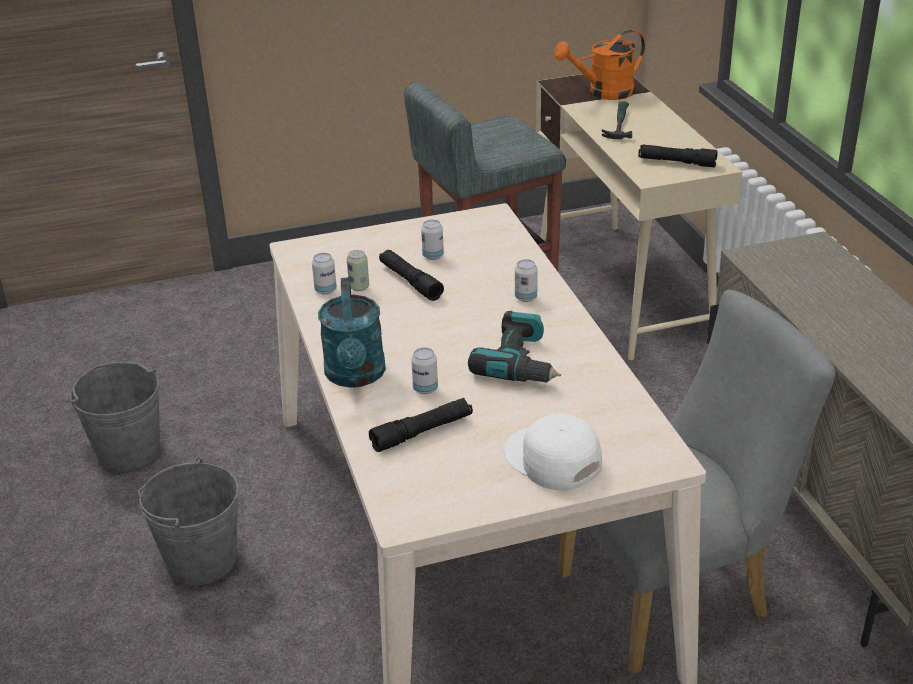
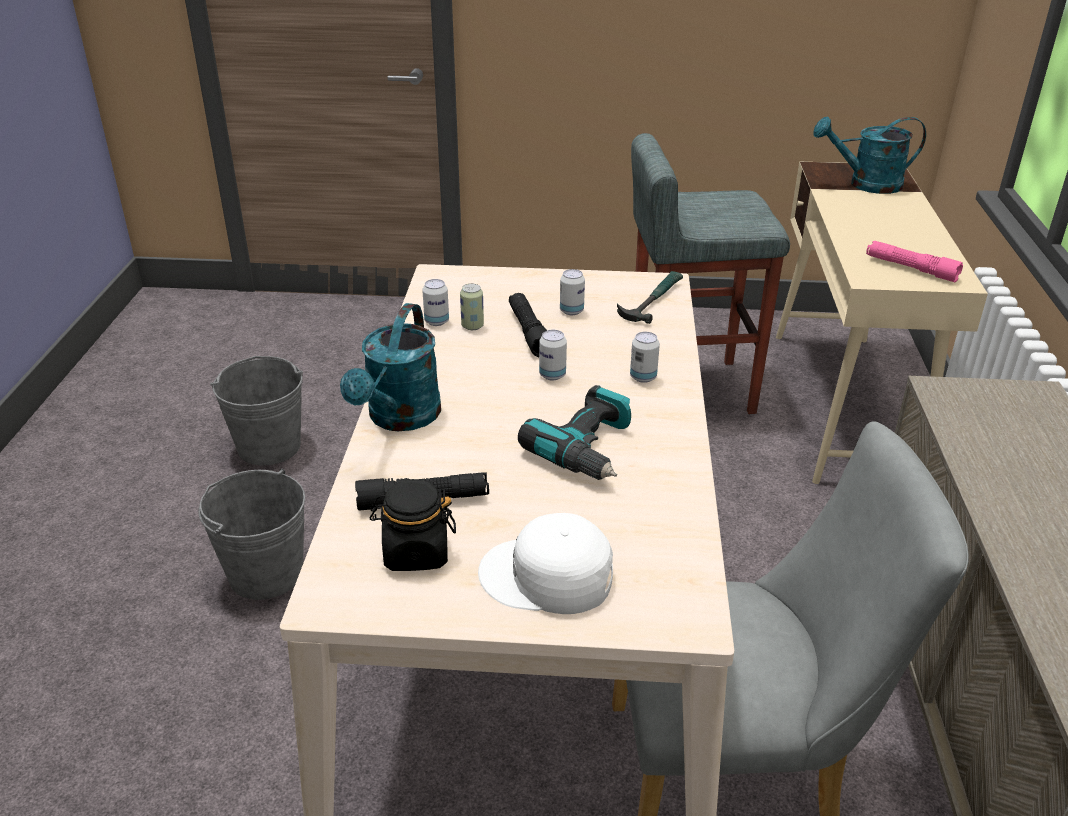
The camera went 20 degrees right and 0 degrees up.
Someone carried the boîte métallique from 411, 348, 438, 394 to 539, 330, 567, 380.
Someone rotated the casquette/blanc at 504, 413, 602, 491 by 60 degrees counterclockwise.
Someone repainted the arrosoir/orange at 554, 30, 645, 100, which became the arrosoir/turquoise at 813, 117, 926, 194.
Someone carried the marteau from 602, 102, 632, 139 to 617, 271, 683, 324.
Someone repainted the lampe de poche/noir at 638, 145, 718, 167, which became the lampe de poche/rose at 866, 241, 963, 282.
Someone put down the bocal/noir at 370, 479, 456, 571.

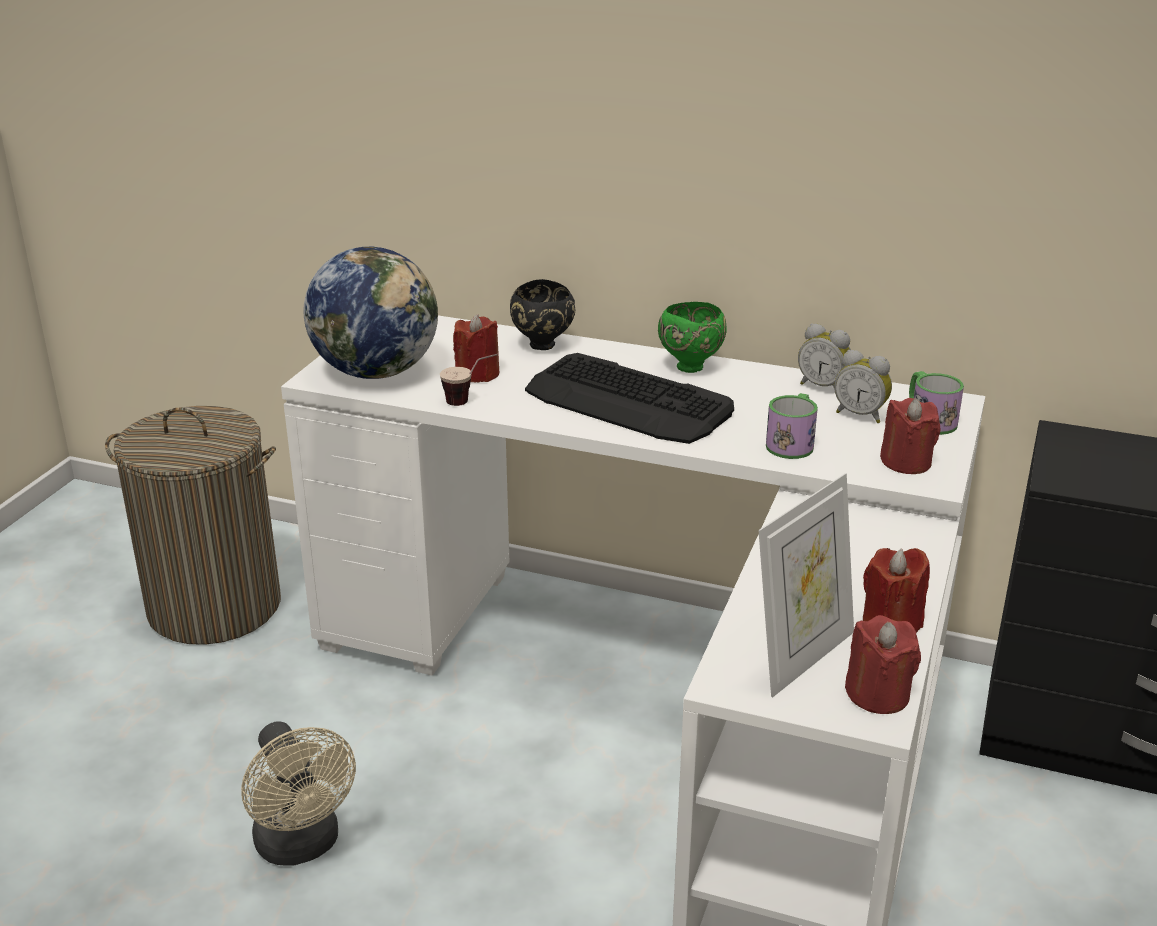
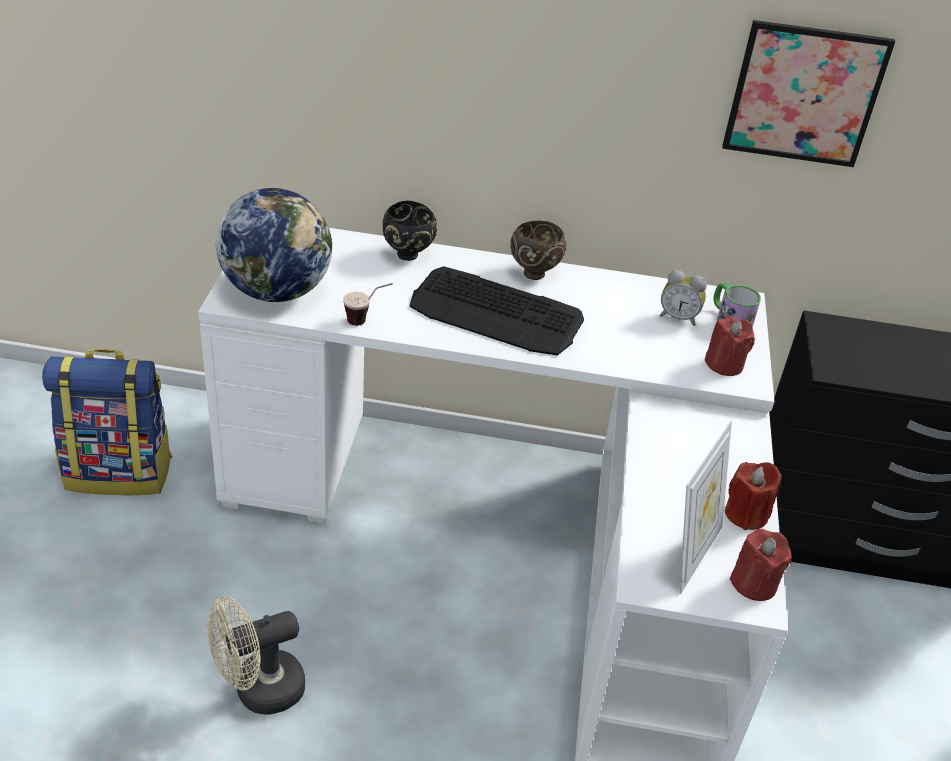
The camera went 15 degrees left and 10 degrees up.
Someone swapped the panier à linge at 105, 406, 281, 645 for the sac à dos at 42, 349, 172, 495.
Someone rotated the ventilateur/beige at 241, 721, 356, 865 by 105 degrees clockwise.
Someone took away the bougie/rouge at 453, 314, 499, 383.
Someone repainted the bol/vert at 658, 302, 727, 373, which became the bol/marron at 510, 221, 566, 280.
Someone took away the mug at 766, 393, 818, 459.
Someone took away the réveil at 798, 323, 851, 387.
Someone put up the tableau at 722, 20, 895, 167.

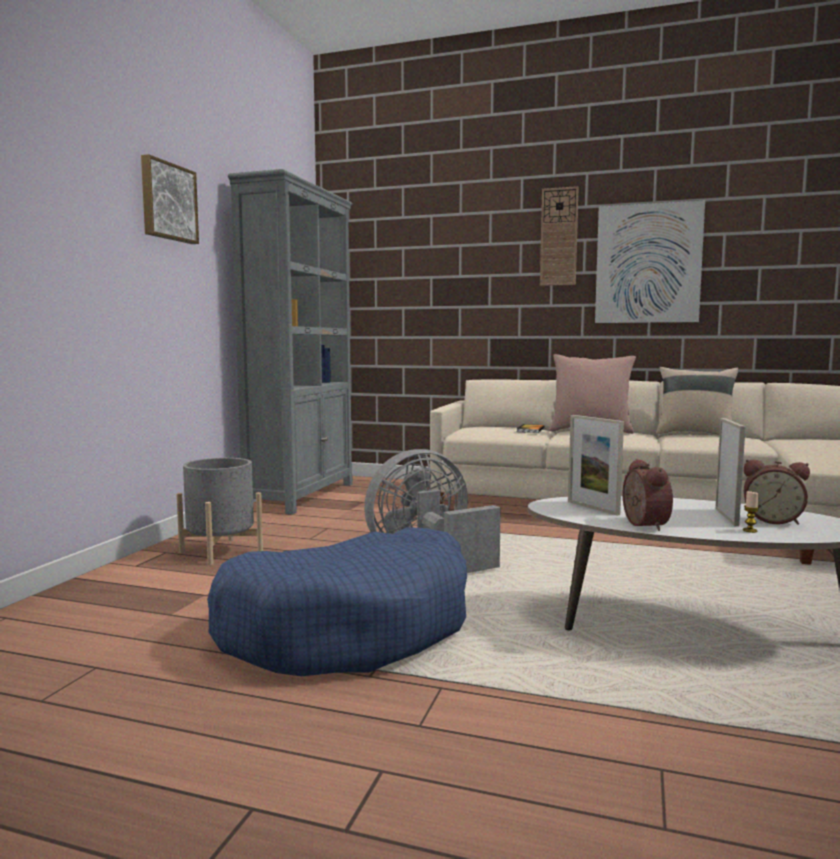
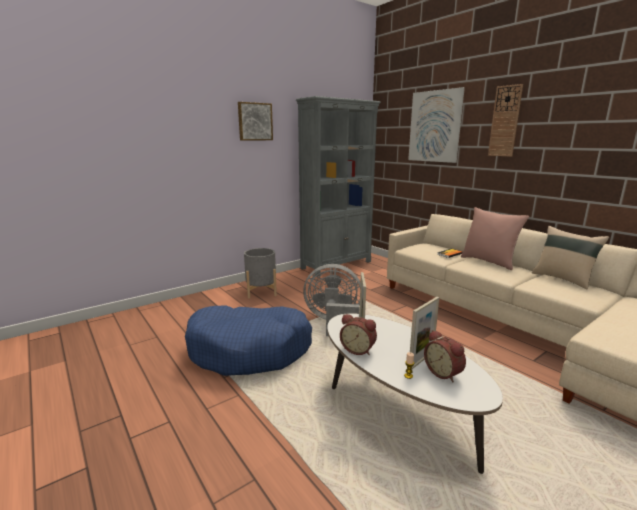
The camera went 35 degrees right and 10 degrees up.
Someone carried the tableau from 595, 201, 705, 323 to 408, 87, 465, 163.
Someone rotated the réveil at 622, 459, 673, 531 by 90 degrees clockwise.

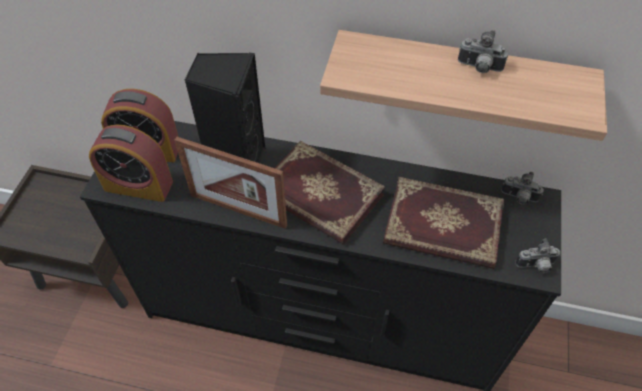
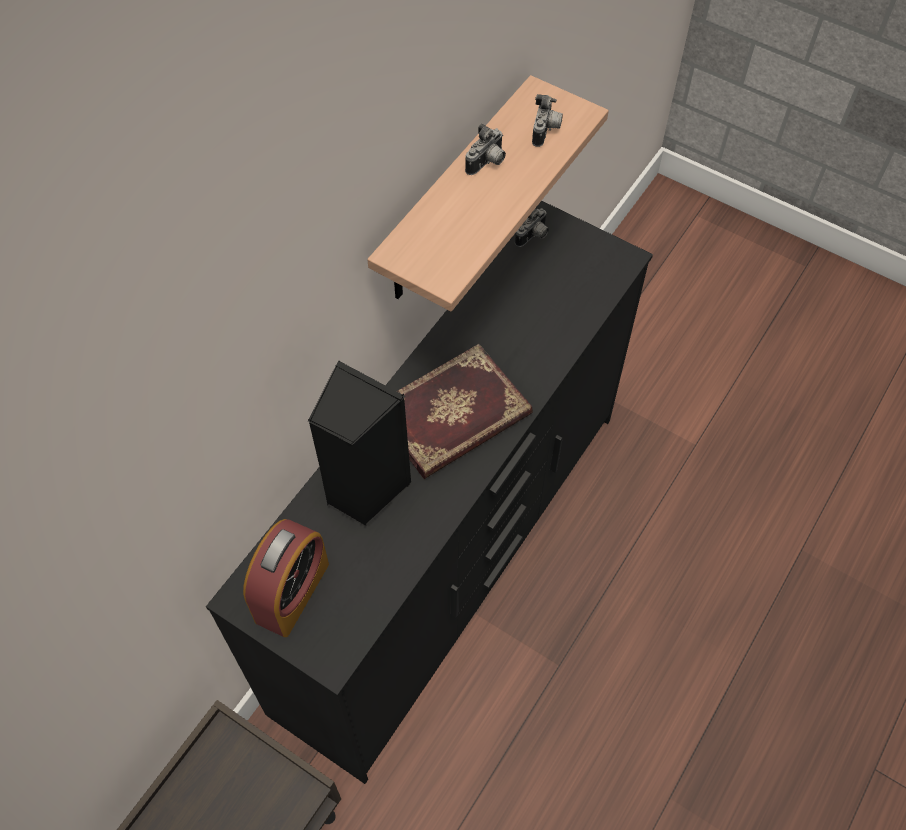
The camera went 70 degrees left and 5 degrees up.
Someone took away the réveil at 89, 124, 173, 202.
Someone took away the cadre photo at 174, 137, 287, 229.
Someone took away the livre at 383, 177, 504, 269.
Someone carried the appareil photo from 515, 239, 560, 273 to 532, 94, 563, 147.

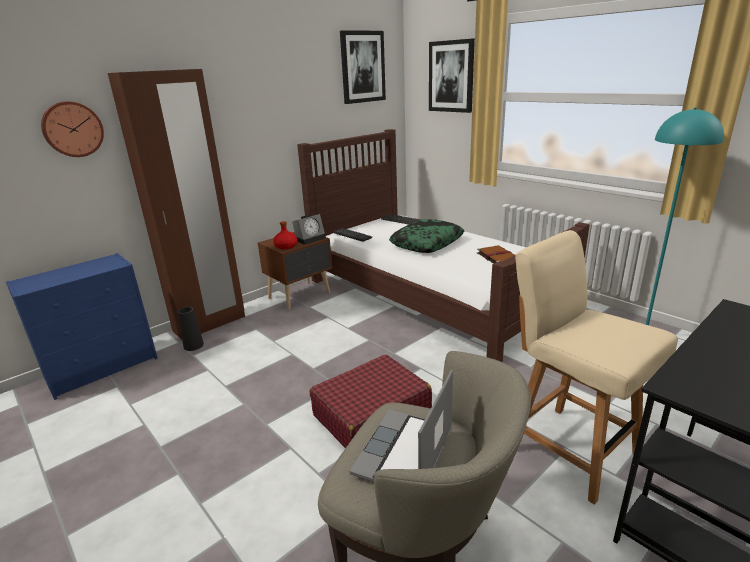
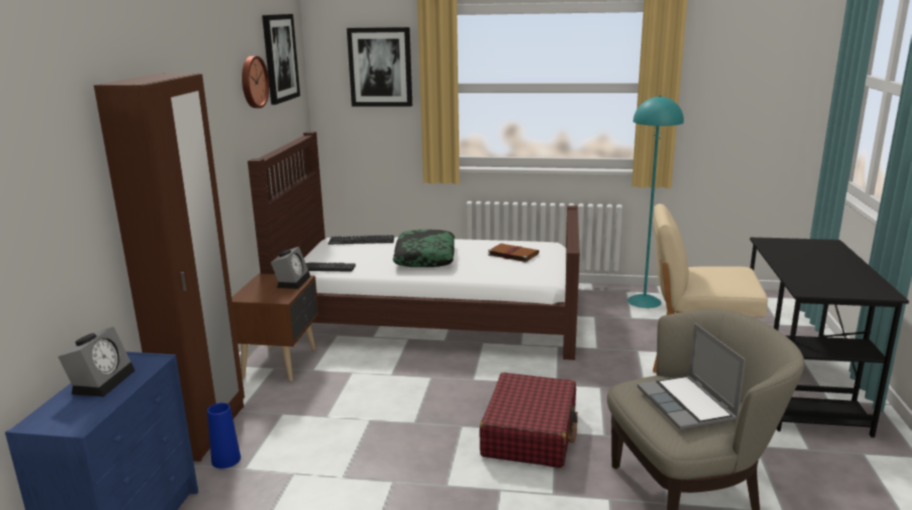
The camera went 40 degrees left and 5 degrees down.
Someone carried the horloge murale from 41, 101, 104, 157 to 242, 56, 269, 108.
Someone repainted the vase/noir at 177, 307, 204, 351, which became the vase/bleu at 207, 403, 241, 469.
Someone took away the bouteille/rouge at 273, 221, 298, 249.
Someone put down the réveil at 58, 327, 135, 397.

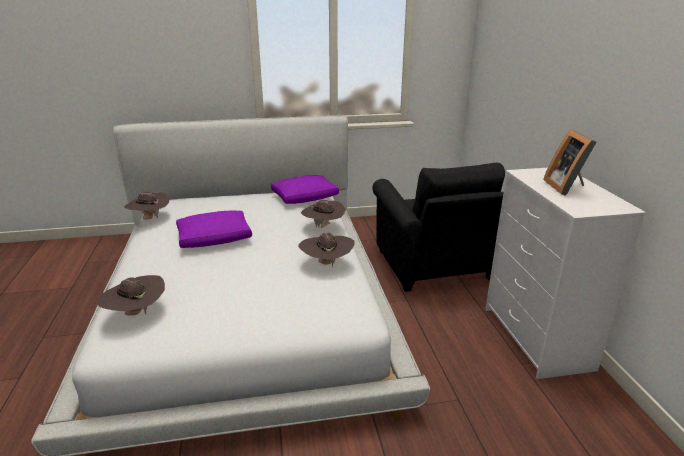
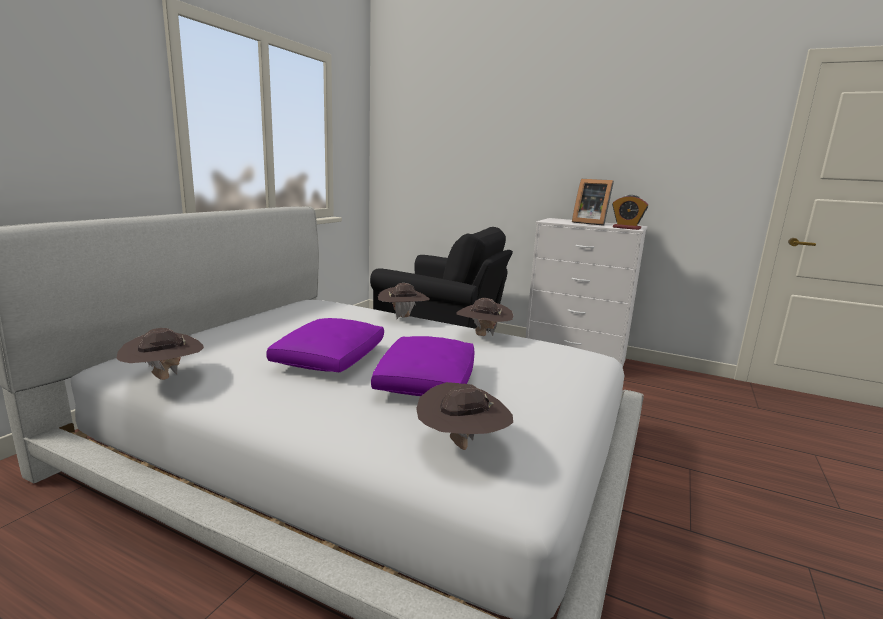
The camera went 55 degrees left and 10 degrees down.
Someone carried the coussin/violet from 271, 175, 339, 204 to 371, 336, 474, 396.
Someone put down the réveil at 612, 195, 648, 230.

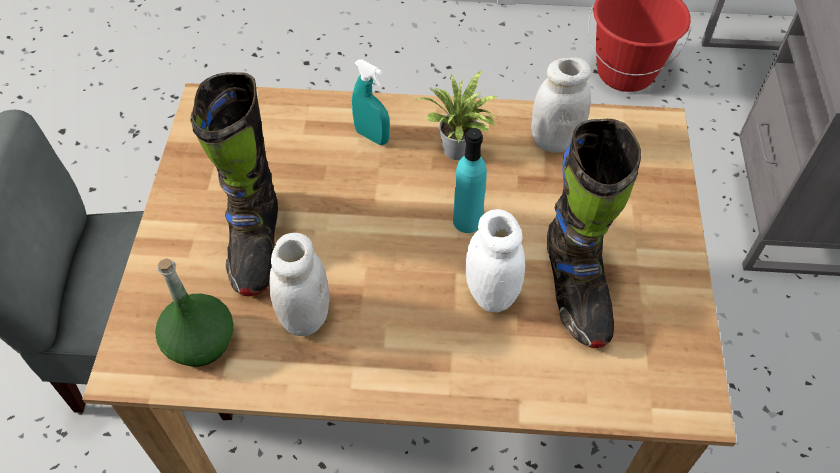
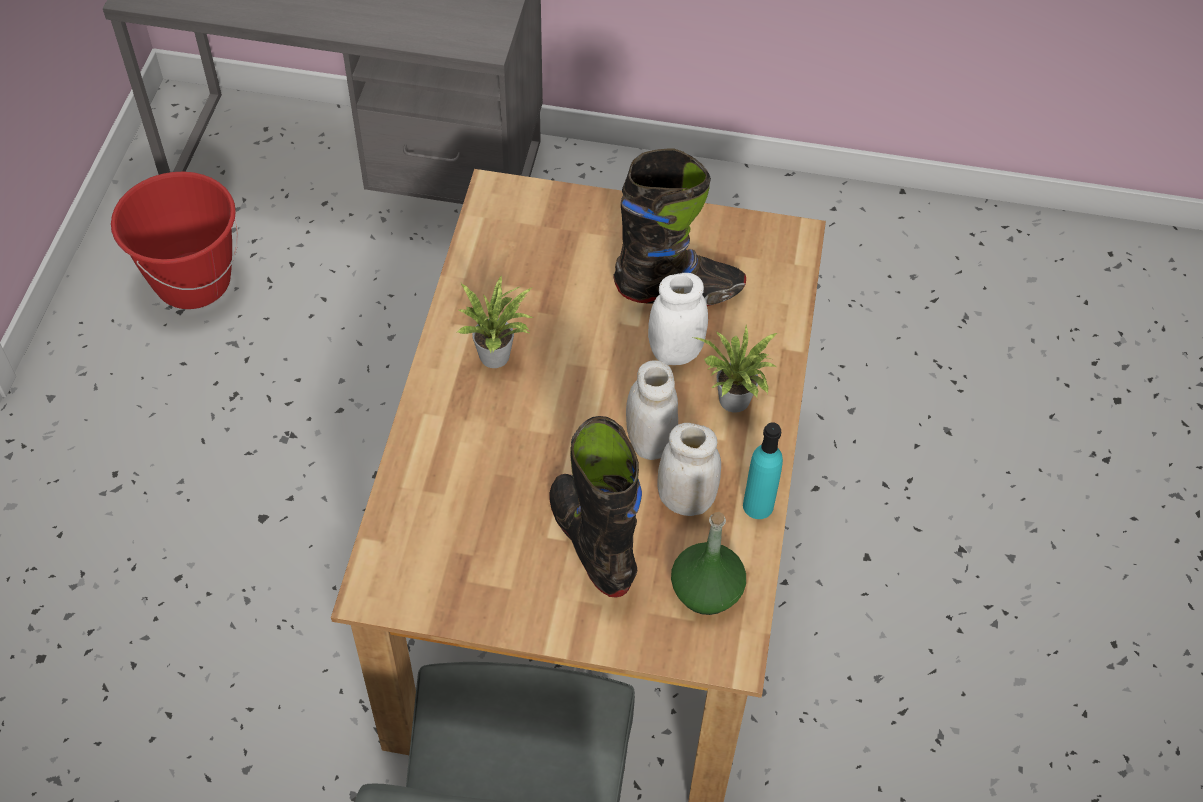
The camera went 85 degrees left and 0 degrees up.
Someone rotated the botte/noir at 190, 72, 278, 296 by 120 degrees counterclockwise.
Someone took away the vaporisateur/turquoise at 352, 59, 390, 145.
Someone carried the bouteille/turquoise from 453, 128, 487, 233 to 743, 422, 783, 519.
Someone carried the bocal/blanc from 531, 57, 591, 153 to 626, 360, 678, 460.
Someone put down the plante en pot at 693, 325, 777, 413.

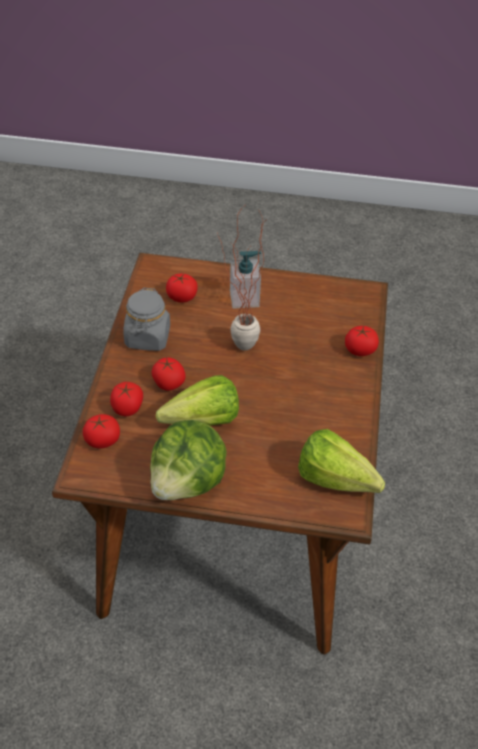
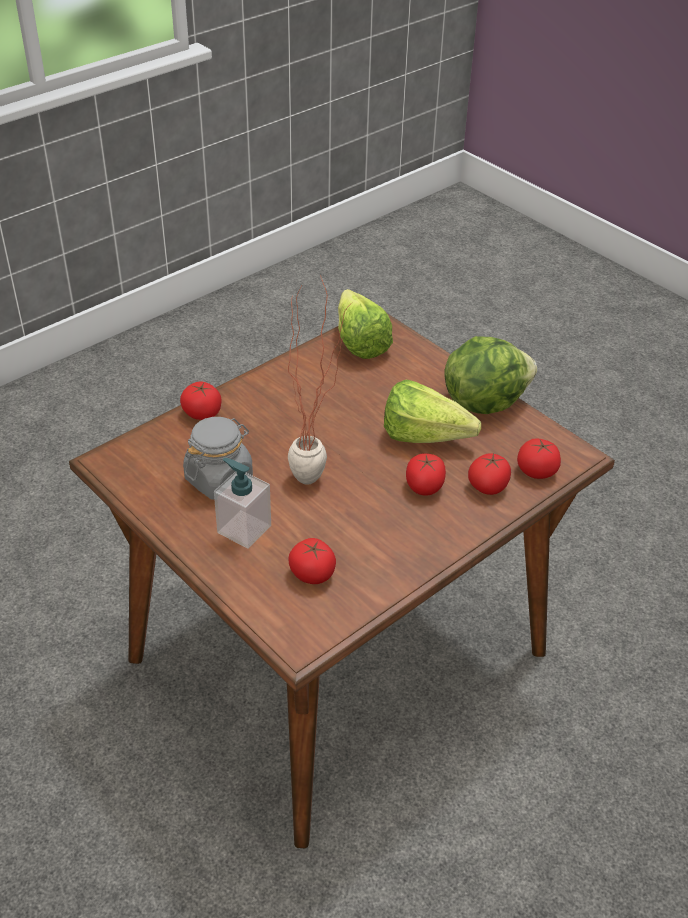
The camera went 140 degrees left and 5 degrees down.
Someone carried the bocal/gris from 123, 288, 170, 351 to 183, 417, 253, 500.

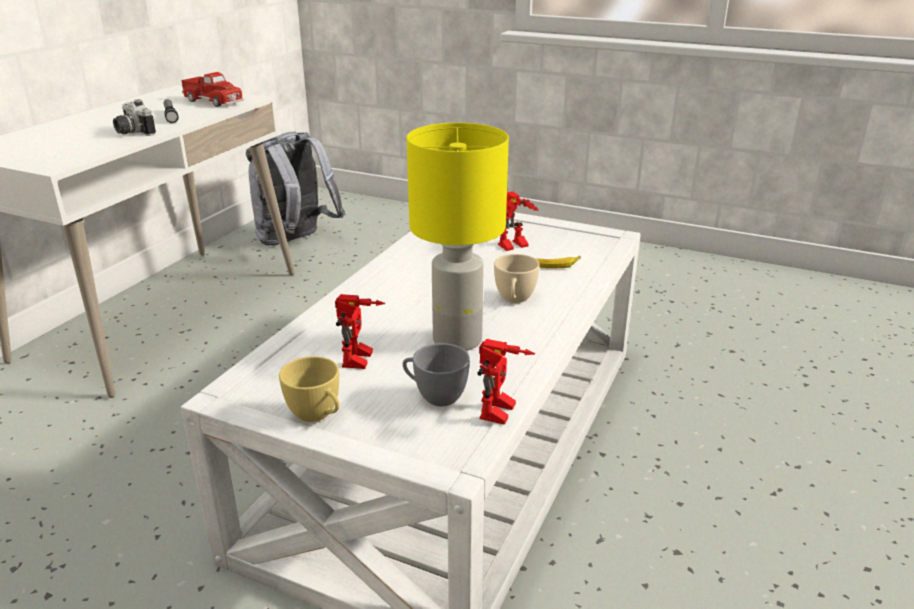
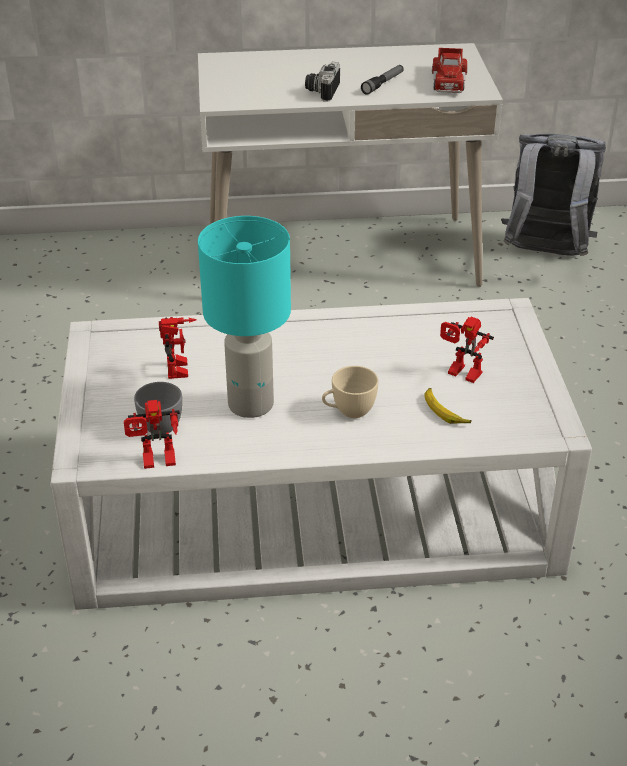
The camera went 60 degrees right and 10 degrees up.
Someone took away the tasse/jaune at 279, 356, 339, 422.
Someone rotated the robot jouet at 335, 294, 385, 369 by 75 degrees counterclockwise.
Someone repainted the lampe de table/jaune at 407, 123, 509, 351, which became the lampe de table/turquoise at 198, 216, 291, 418.

